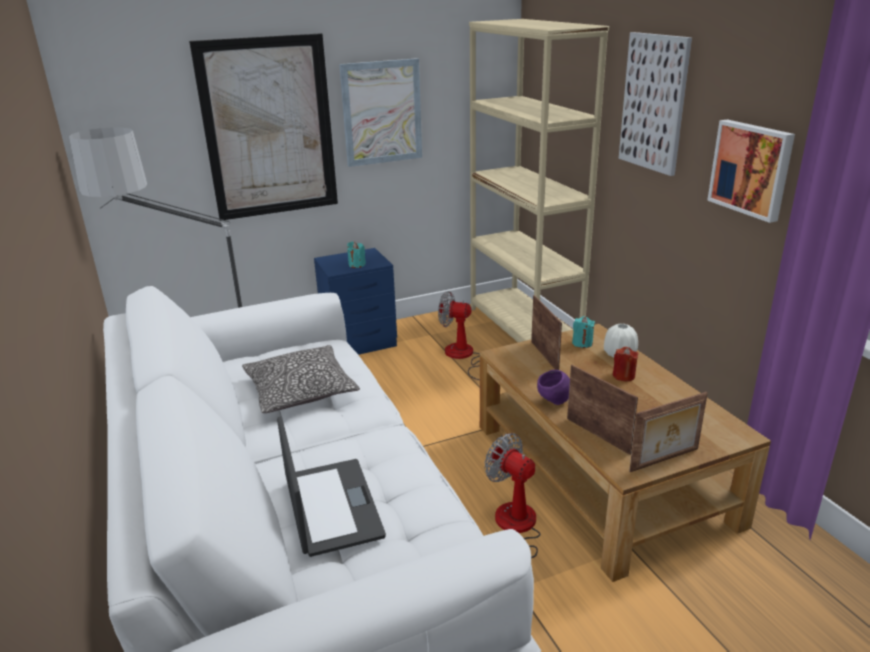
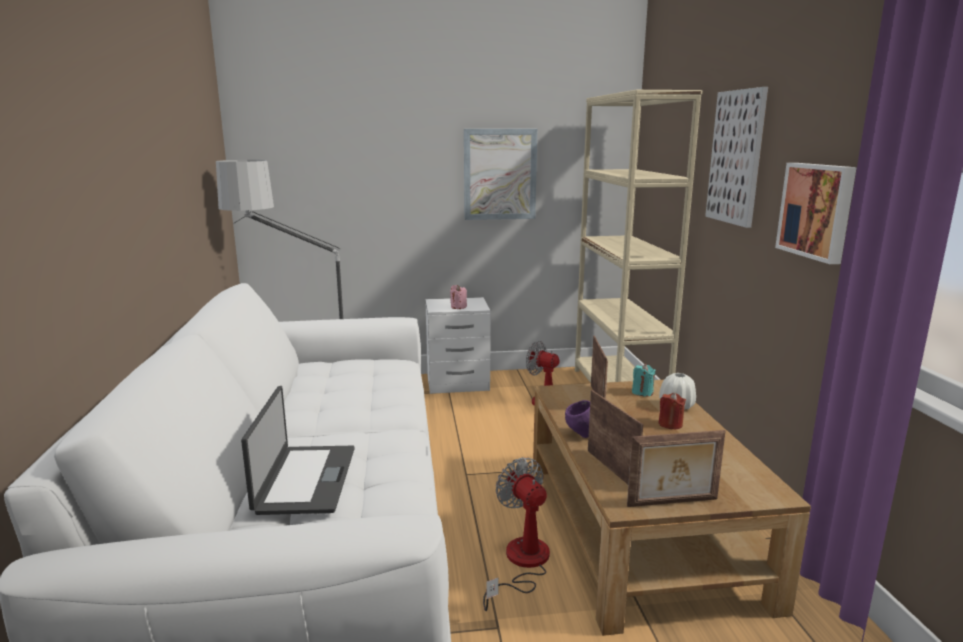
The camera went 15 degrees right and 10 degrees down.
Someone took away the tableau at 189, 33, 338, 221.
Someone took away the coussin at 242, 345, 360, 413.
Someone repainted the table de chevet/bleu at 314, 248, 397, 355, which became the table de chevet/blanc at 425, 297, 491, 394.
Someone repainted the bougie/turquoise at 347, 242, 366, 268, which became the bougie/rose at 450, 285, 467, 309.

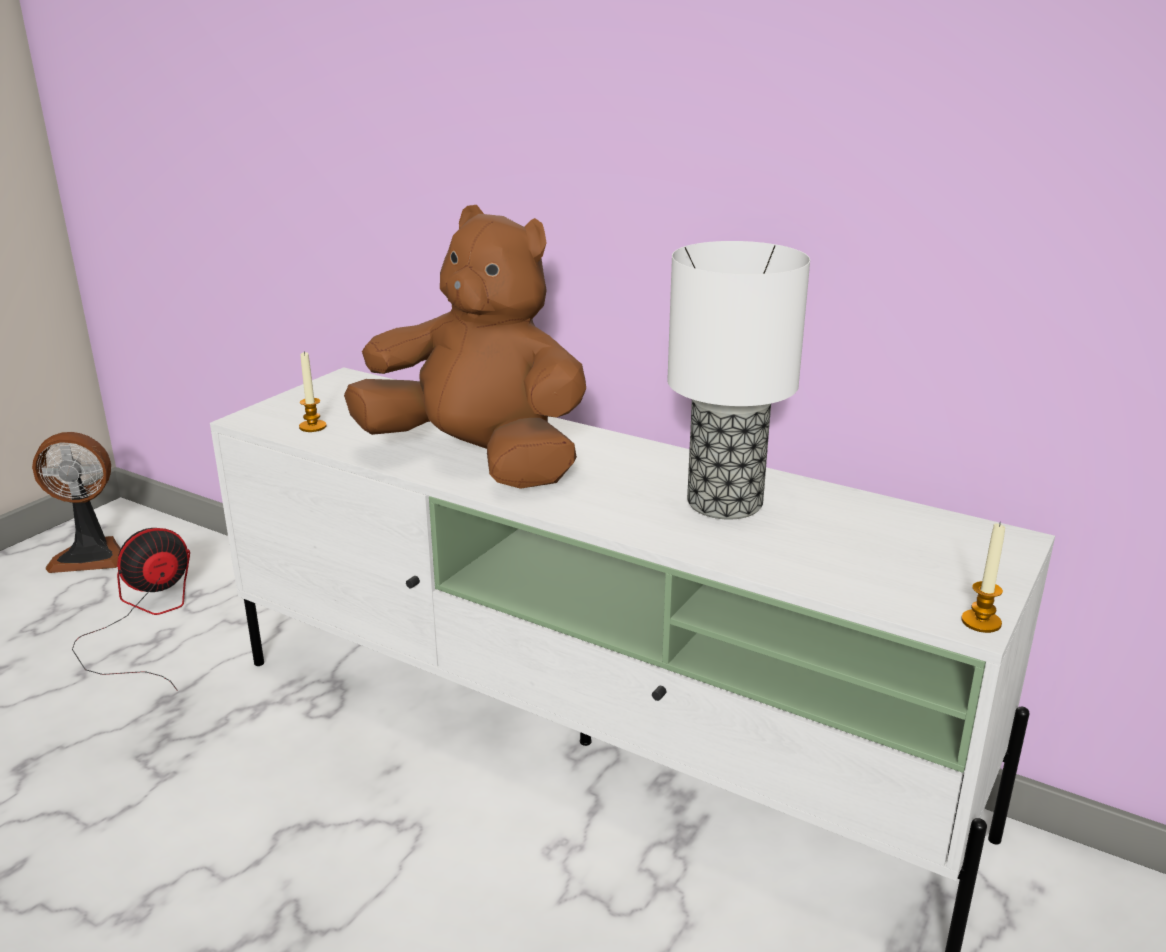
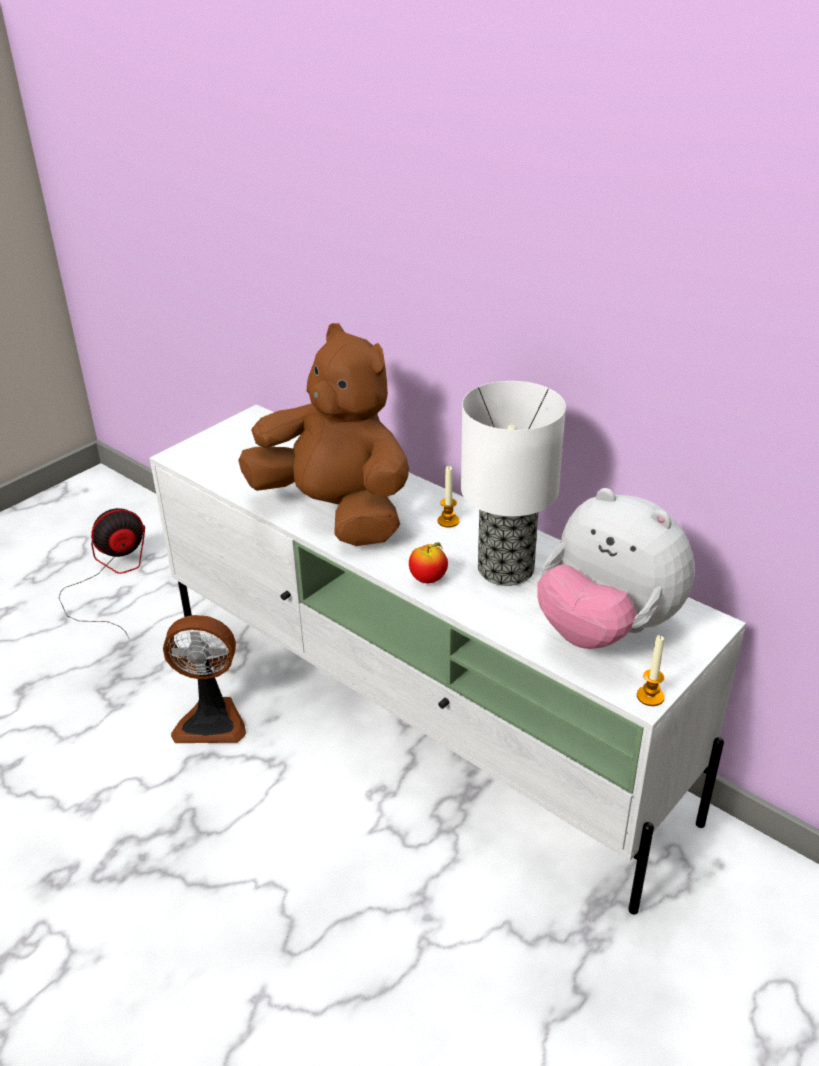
The camera went 10 degrees right and 10 degrees up.
Someone carried the ventilateur from 32, 432, 121, 573 to 163, 615, 246, 743.
Someone carried the bougie from 299, 352, 327, 432 to 438, 466, 459, 528.
Someone put down the pomme at 409, 542, 448, 583.
Someone put down the peluche at 537, 488, 695, 649.

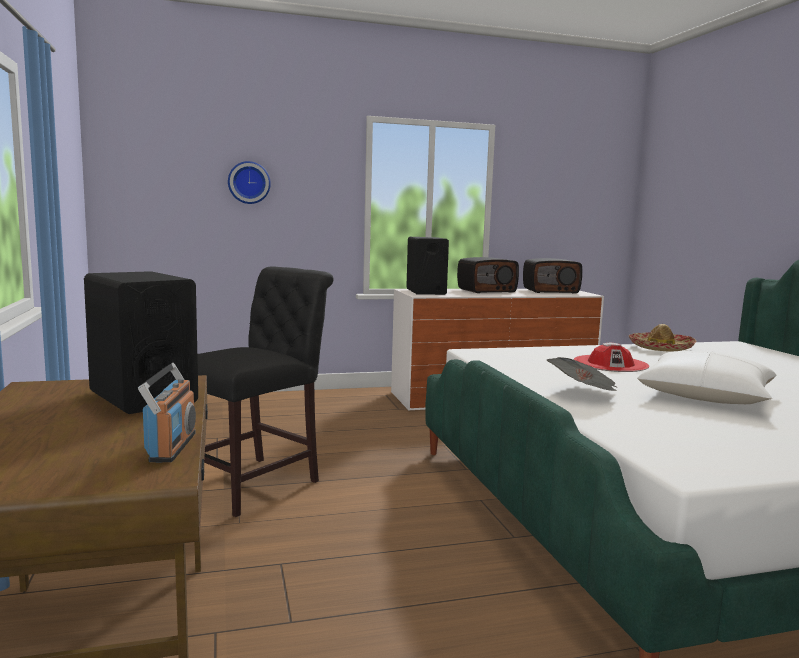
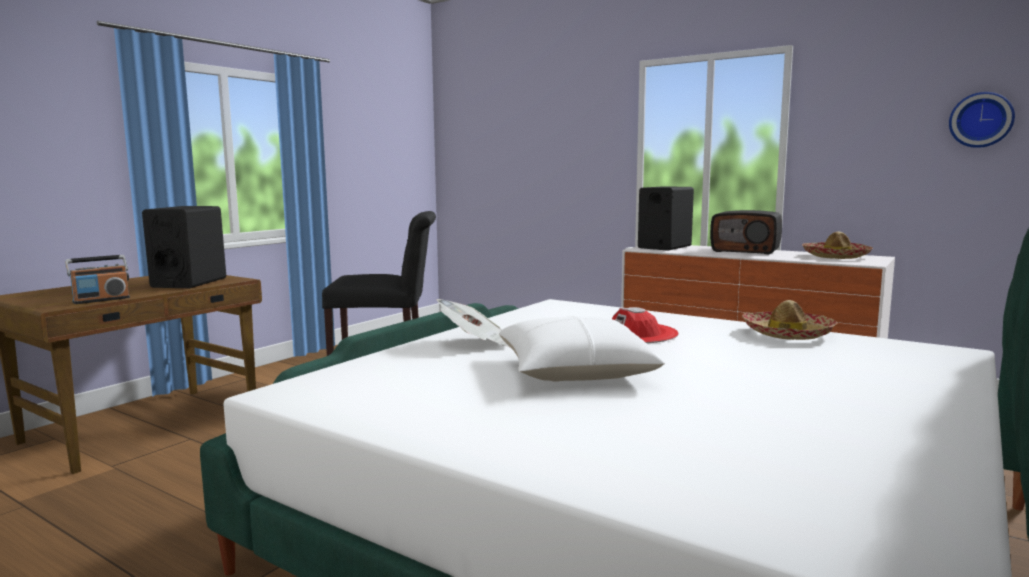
The camera went 50 degrees right and 0 degrees up.
Someone carried the horloge murale from 228, 161, 271, 204 to 949, 92, 1015, 148.
Someone swapped the radio at 523, 258, 582, 294 for the chapeau at 802, 231, 873, 259.

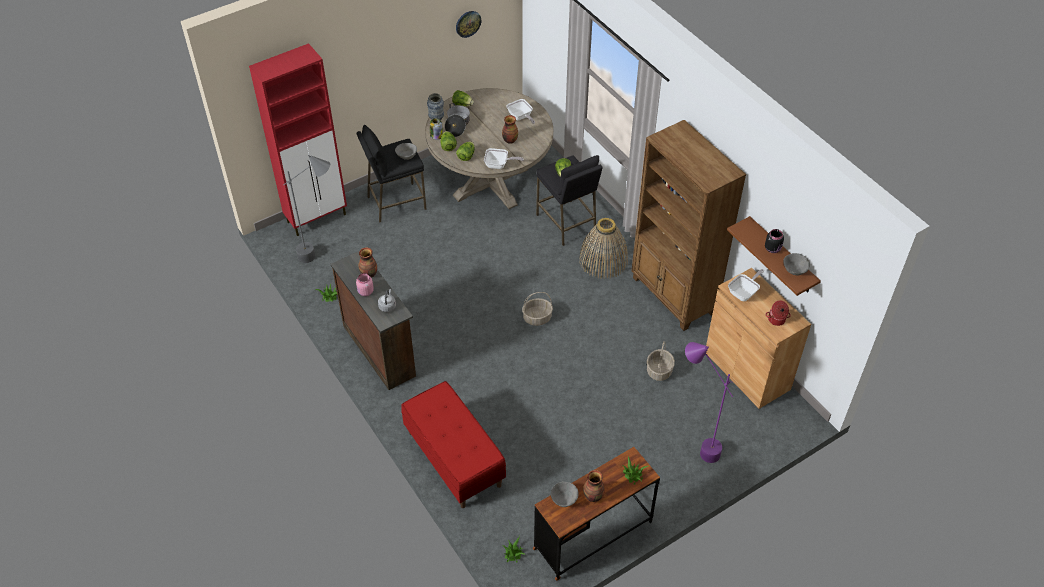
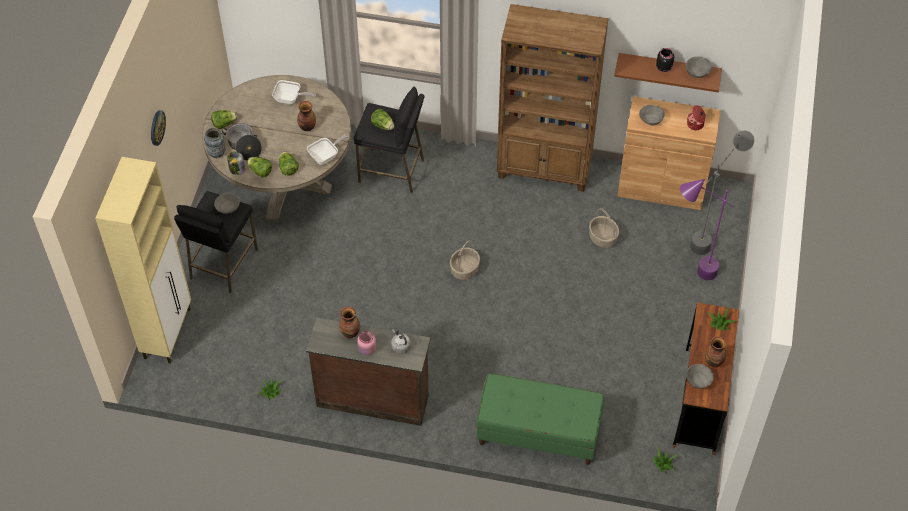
The camera went 45 degrees left and 5 degrees up.
Someone repainted the meuble de rangement/rouge at 249, 43, 347, 236, which became the meuble de rangement/beige at 95, 157, 191, 364.
Someone carried the lampadaire/gris from 283, 155, 330, 263 to 690, 131, 754, 255.
Someone repainted the banc/rouge at 401, 381, 506, 508, which became the banc/vert at 476, 373, 604, 465.
Someone carried the horloge murale from 456, 11, 481, 38 to 151, 110, 166, 146.
Someone took away the panier at 579, 218, 628, 279.
Someone swapped the poêle at 728, 269, 764, 301 for the bol/gris at 639, 105, 665, 125.

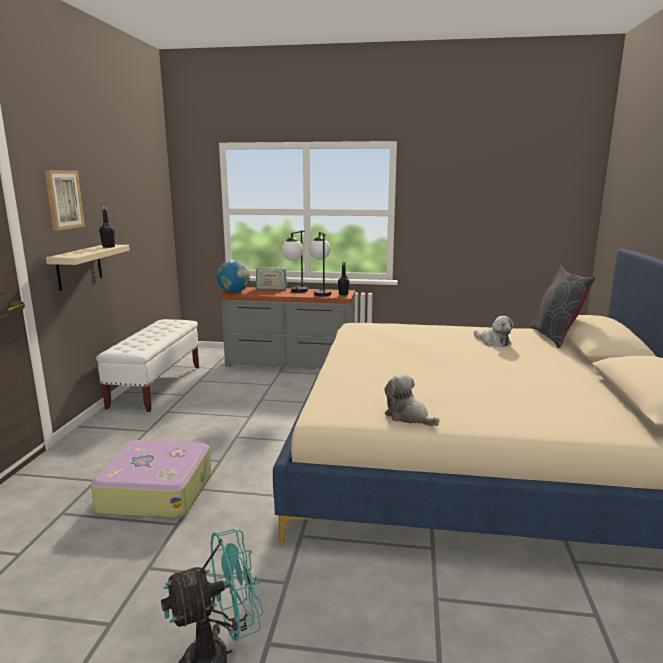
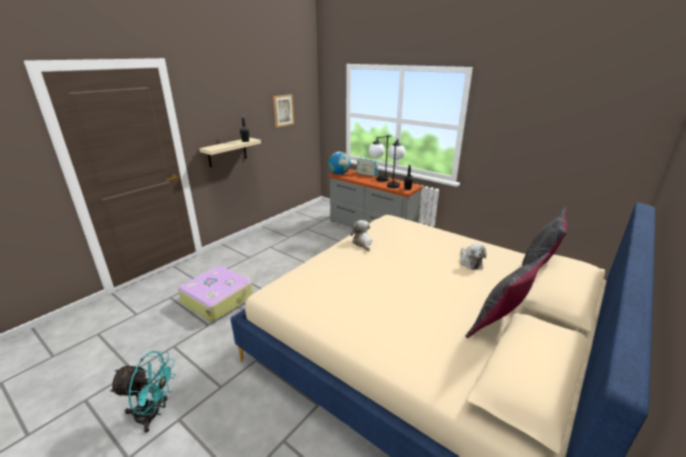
The camera went 30 degrees right and 10 degrees up.
Someone carried the tableau from 45, 170, 85, 231 to 273, 94, 294, 127.
Someone took away the banc/blanc at 96, 319, 199, 412.
Someone carried the peluche from 384, 374, 439, 426 to 351, 220, 372, 251.
Someone put down the coussin/gris at 465, 252, 550, 338.

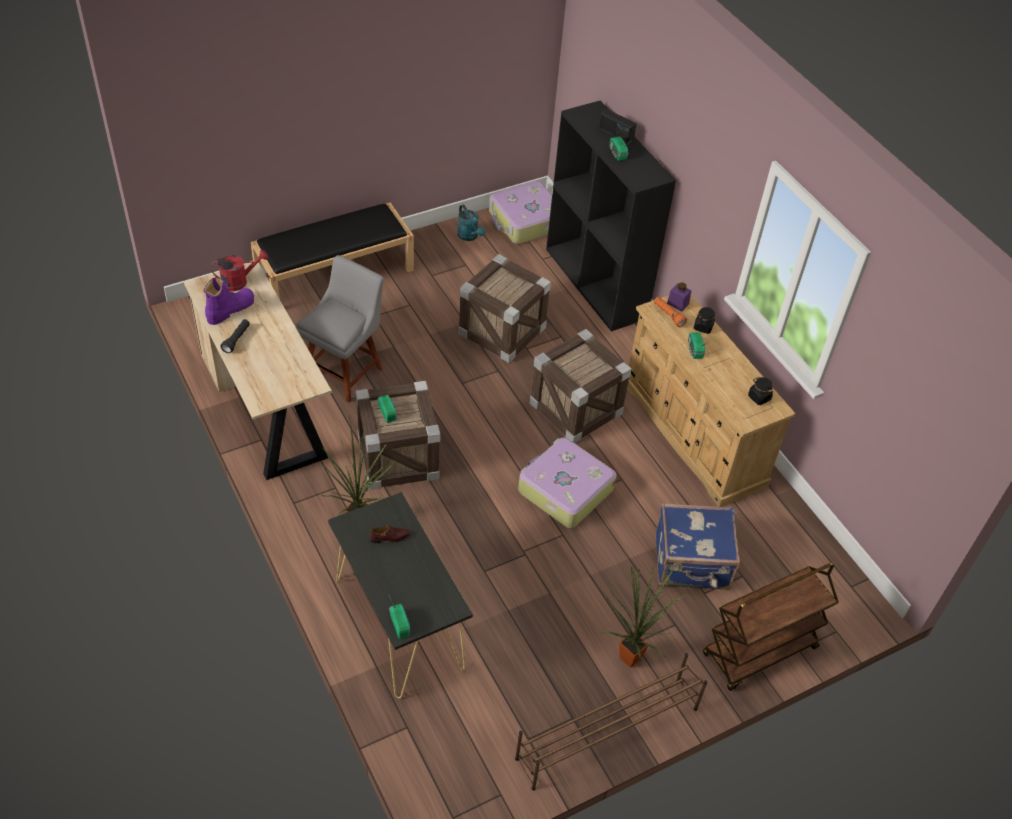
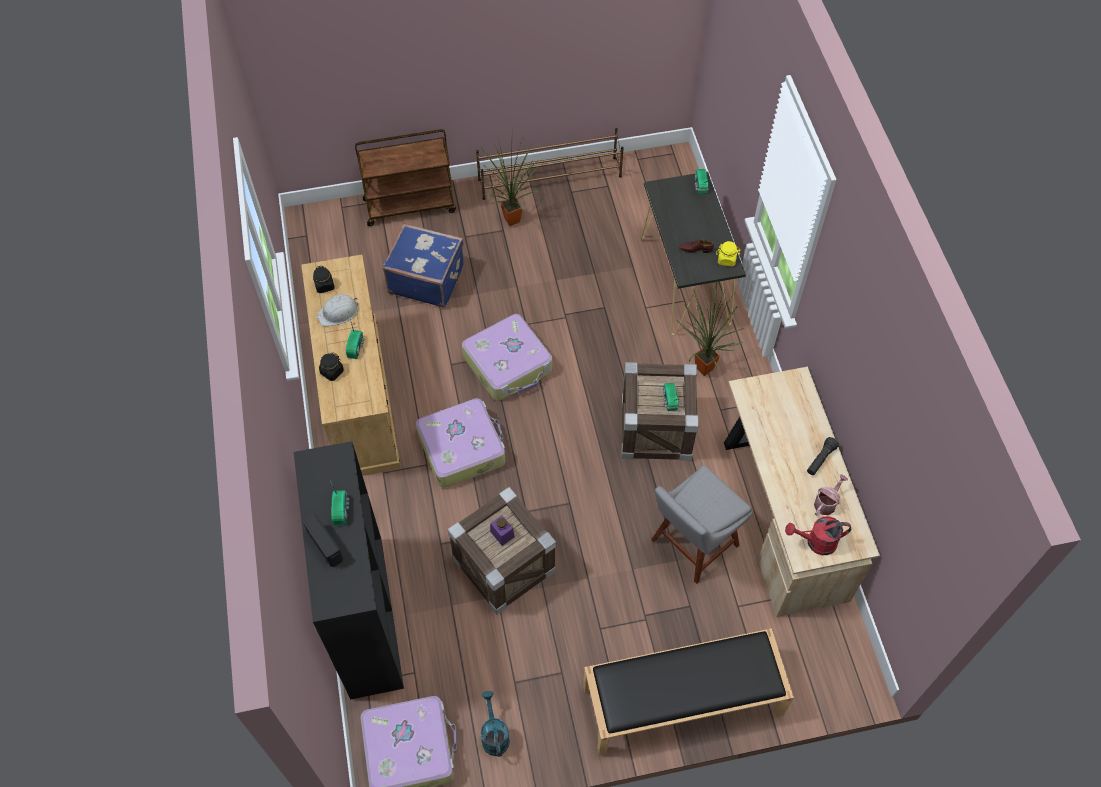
The camera went 160 degrees left and 10 degrees up.
Someone swapped the botte/violet at 204, 277, 254, 325 for the arrosoir at 814, 474, 848, 515.
Someone swapped the caisse at 529, 329, 632, 443 for the valise at 416, 398, 506, 488.
Someone took away the lampe de poche/orange at 654, 297, 687, 327.
Someone carried the bocal/violet from 667, 282, 691, 311 to 490, 516, 515, 546.
Someone put down the casque de chantier/blanc at 316, 294, 358, 326.
Someone put down the bocal/jaune at 716, 241, 741, 266.

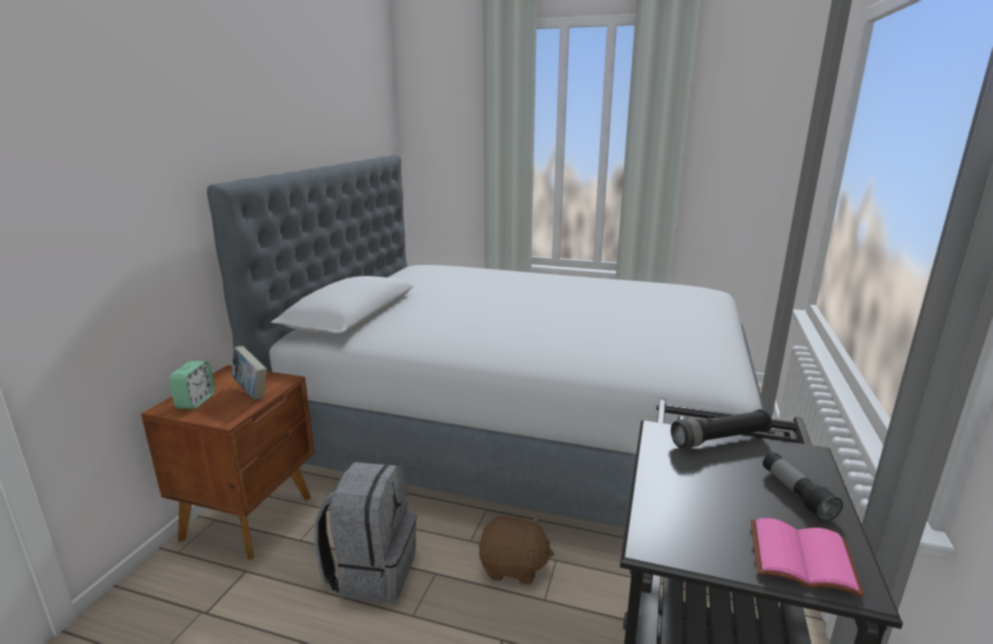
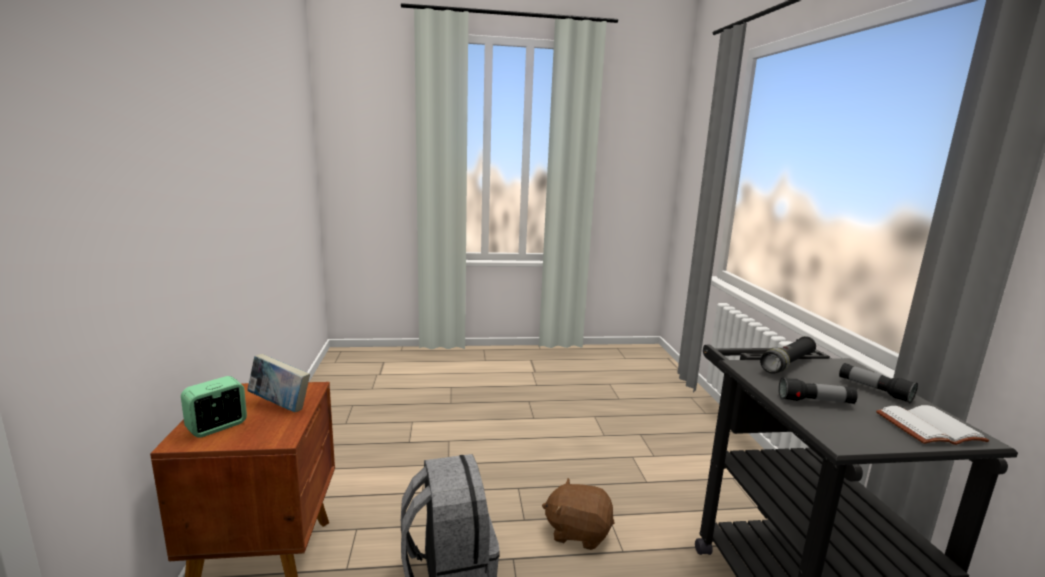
The camera went 25 degrees left and 5 degrees down.
Someone rotated the réveil at 168, 361, 215, 409 by 120 degrees counterclockwise.
Someone took away the lit at 207, 155, 765, 528.
Someone rotated the peluche/marron at 479, 516, 554, 585 by 150 degrees counterclockwise.
Someone repainted the livre/rose at 751, 518, 864, 597, which became the livre/blanc at 876, 405, 989, 445.
Someone put down the lampe de poche at 779, 377, 857, 404.

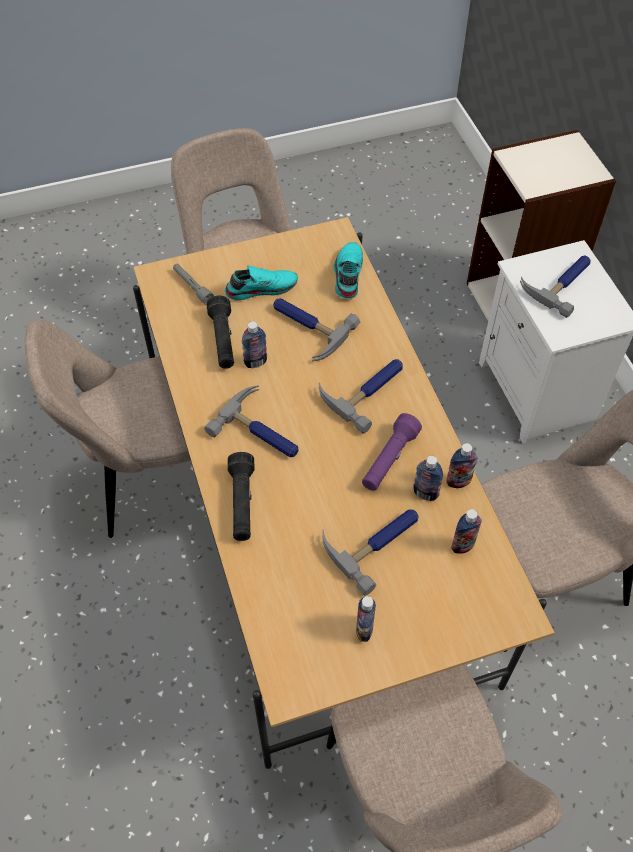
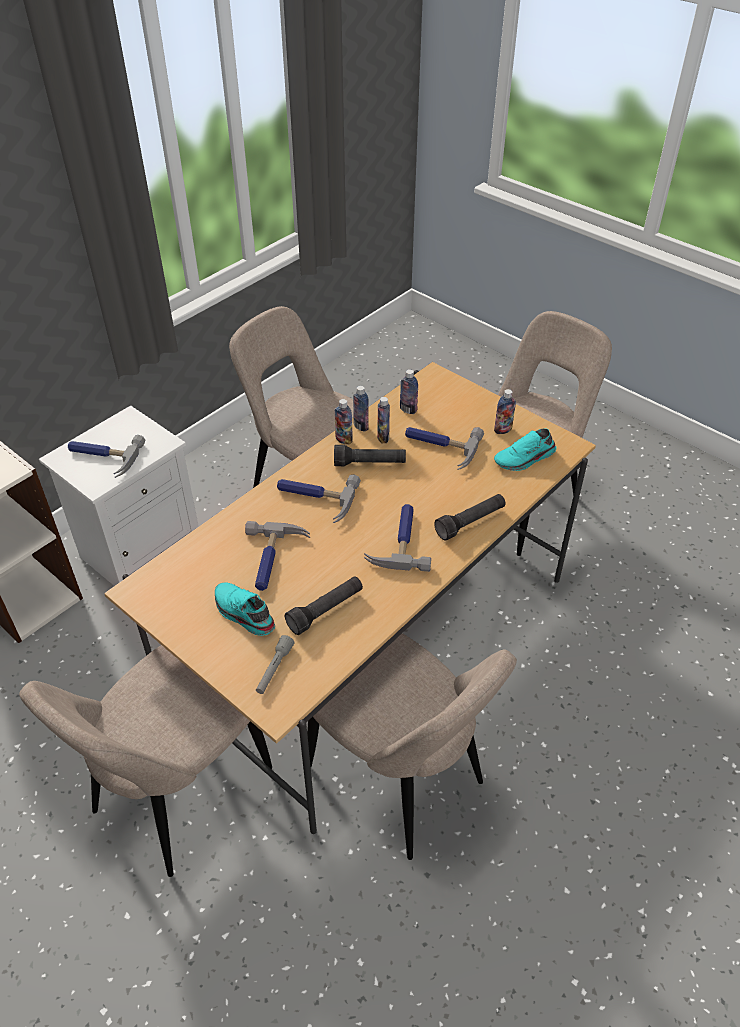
The camera went 120 degrees left and 10 degrees down.
Someone carried the bouteille from 242, 321, 267, 368 to 335, 399, 353, 445.
Someone carried the chaussure/turquoise from 333, 242, 363, 299 to 494, 428, 557, 471.
Someone repainted the lampe de poche/violet at 362, 413, 422, 491, which became the lampe de poche/noir at 334, 445, 406, 466.

